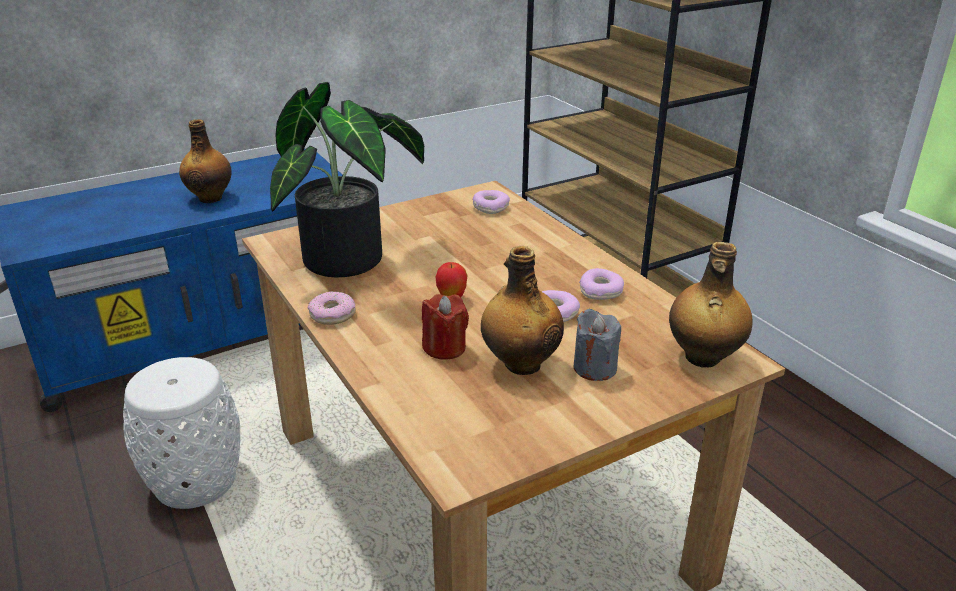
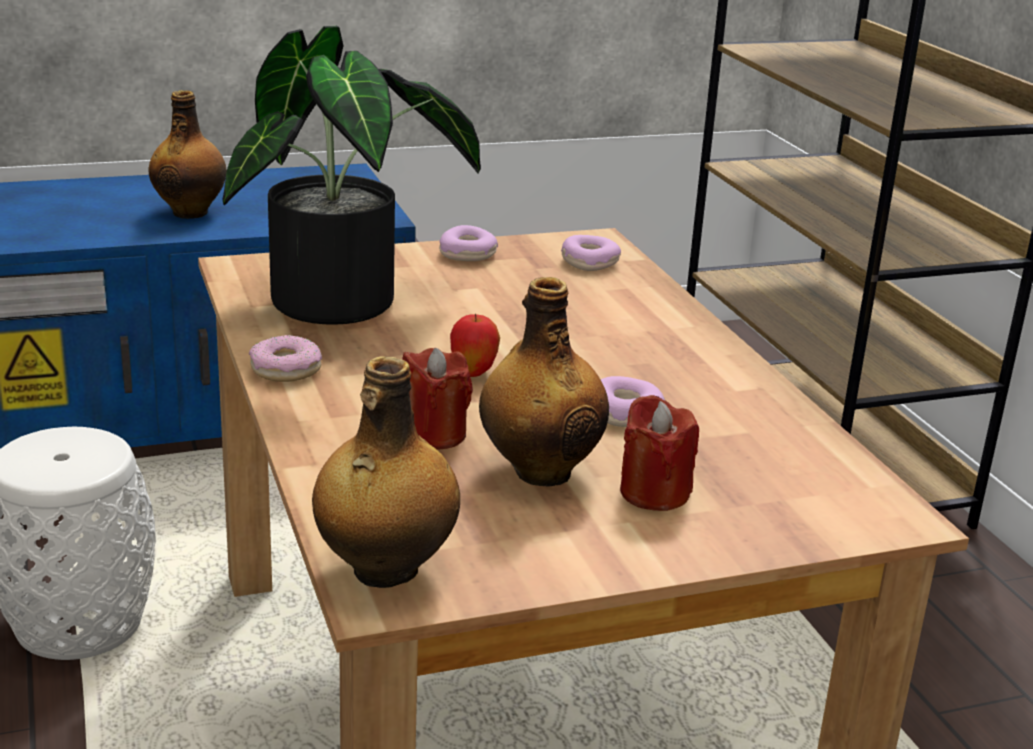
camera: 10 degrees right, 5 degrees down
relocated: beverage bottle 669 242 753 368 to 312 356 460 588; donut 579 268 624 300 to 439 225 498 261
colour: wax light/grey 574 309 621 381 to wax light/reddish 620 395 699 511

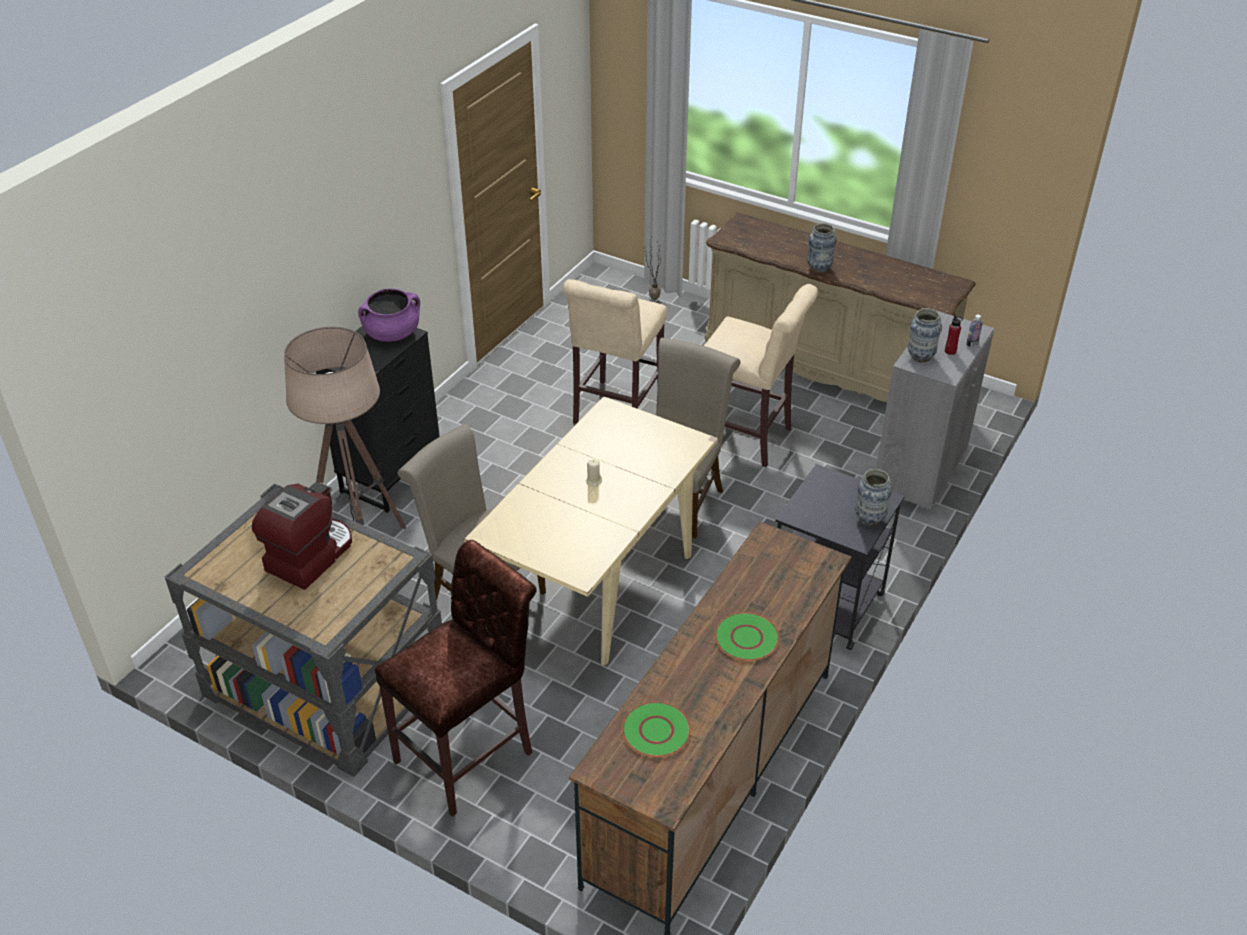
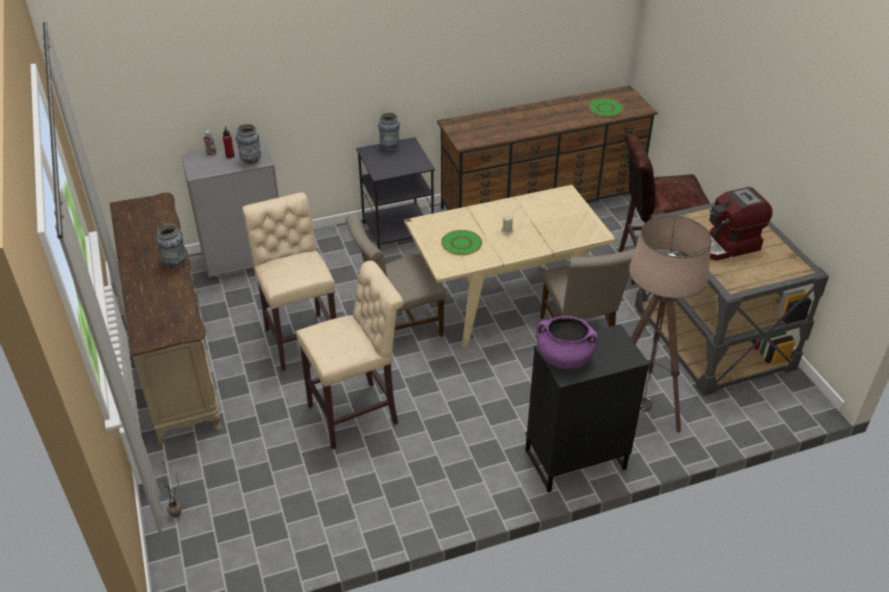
camera: 140 degrees left, 0 degrees up
relocated: plate/green 715 612 779 661 to 441 230 482 255

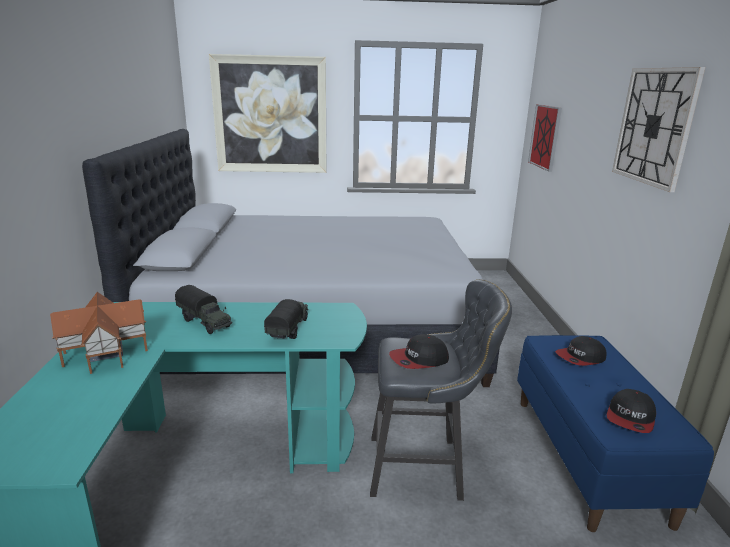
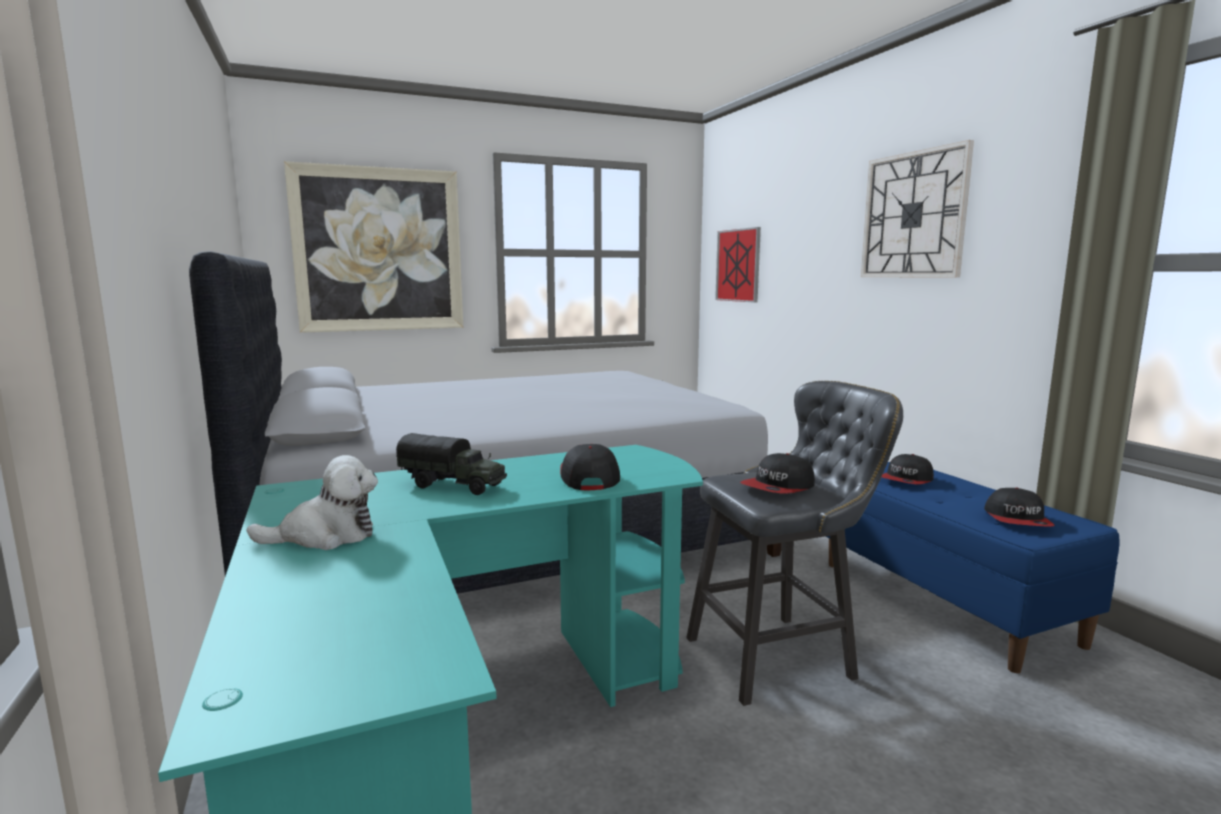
camera: 20 degrees left, 10 degrees down
exchanged: toy house 50 292 148 374 to cuddly toy 247 455 378 550; model truck 264 299 308 339 to peaked cap 560 444 620 491

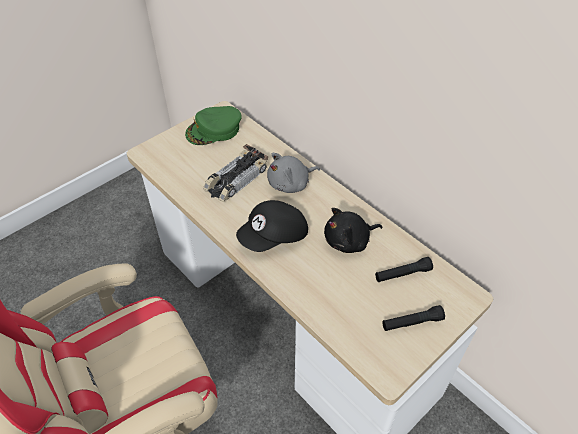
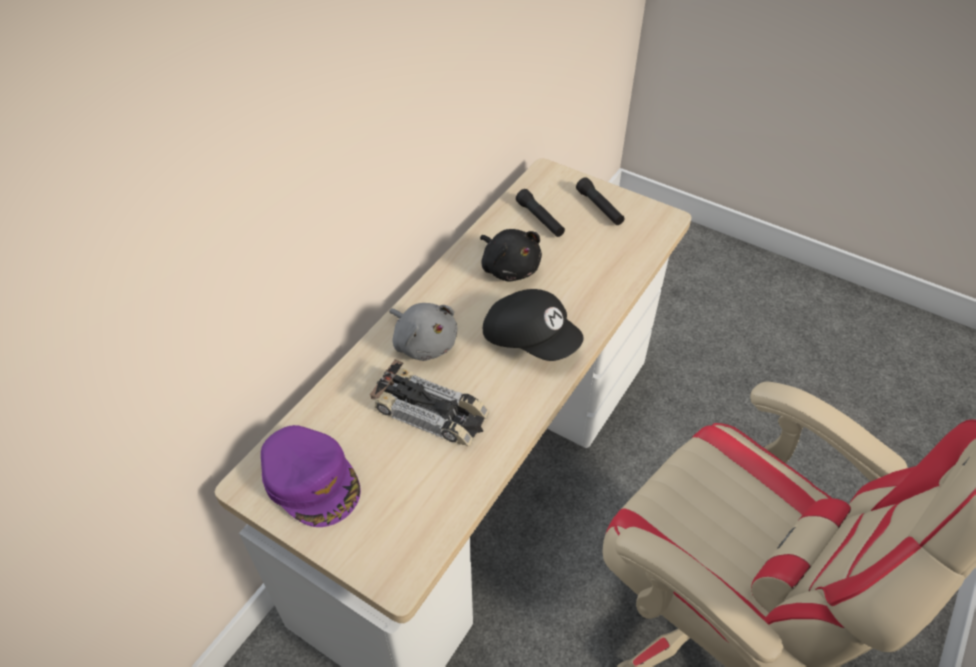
camera: 105 degrees left, 0 degrees up
colour: peaked cap/green 185 106 242 145 to peaked cap/purplish 261 425 361 527

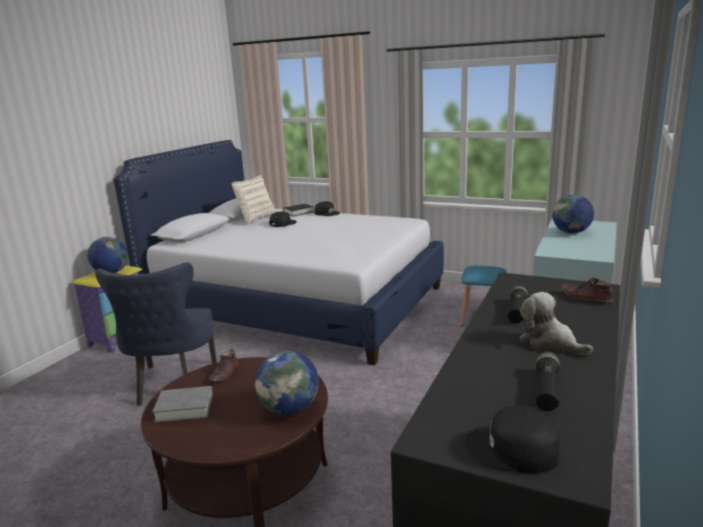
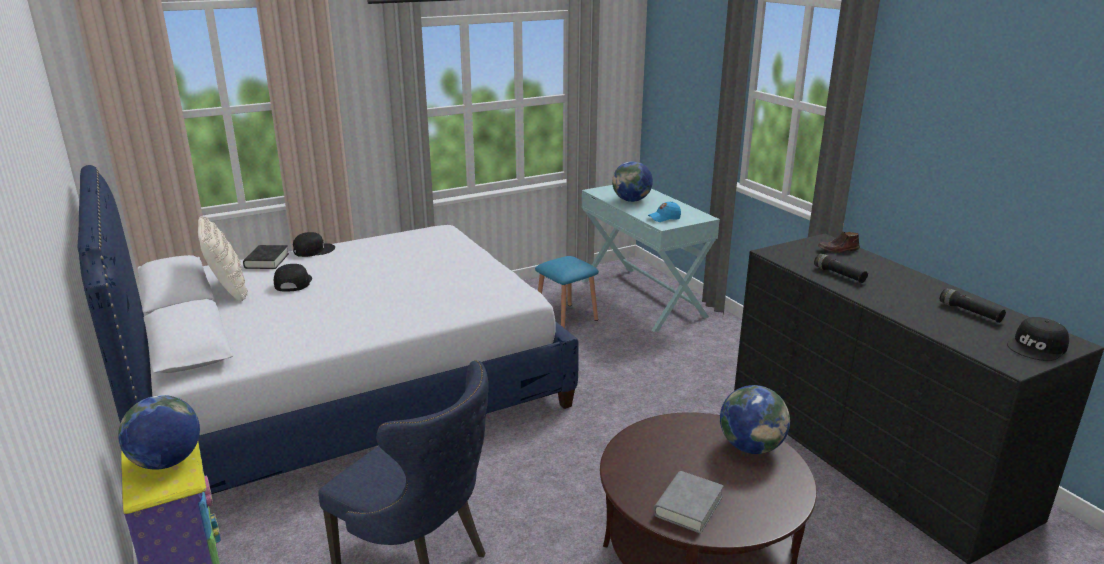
camera: 55 degrees left, 5 degrees up
missing: item of footwear/brown-coloured 208 349 239 381; cuddly toy 519 292 593 355
appeared: peaked cap/blue-coloured 648 202 681 222

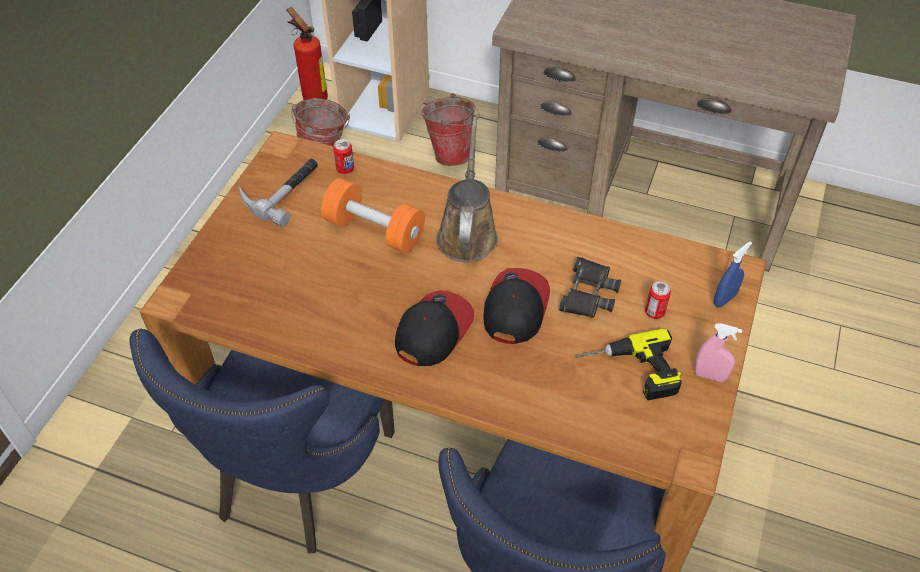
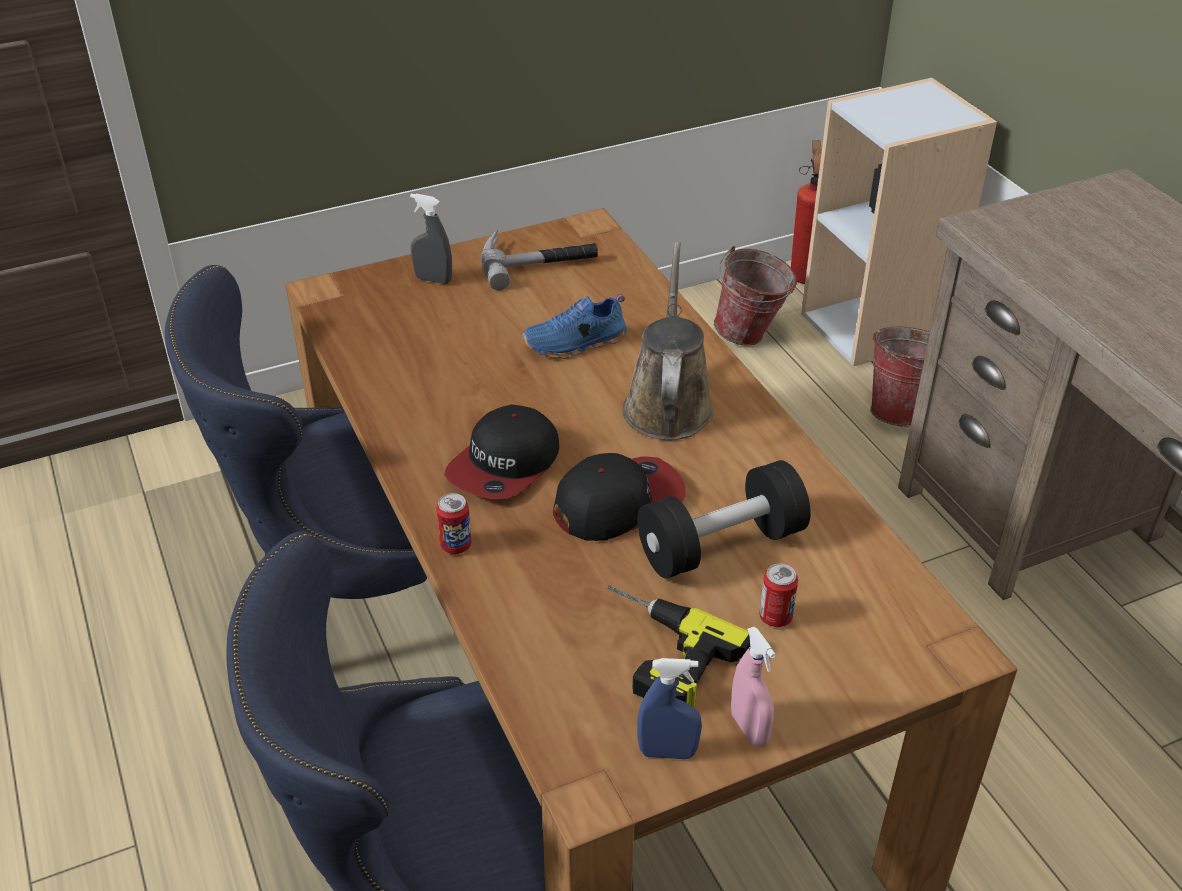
camera: 45 degrees right, 10 degrees down
appeared: sprayer/grey 410 194 452 284
relocated: metal can 333 139 354 174 to 436 493 472 554; sprayer/blue-coloured 714 241 752 307 to 637 658 702 759
exchanged: free weight/orange 321 178 425 253 to item of footwear/blue-coloured 522 294 627 359; pair of binoculars/blackish 559 257 621 318 to free weight/blackish 637 460 811 579
spun: peaked cap 395 290 474 366 = 444 405 559 499 135 degrees clockwise; watering can/brown-coloured 436 120 498 262 = 622 242 714 440 45 degrees counterclockwise

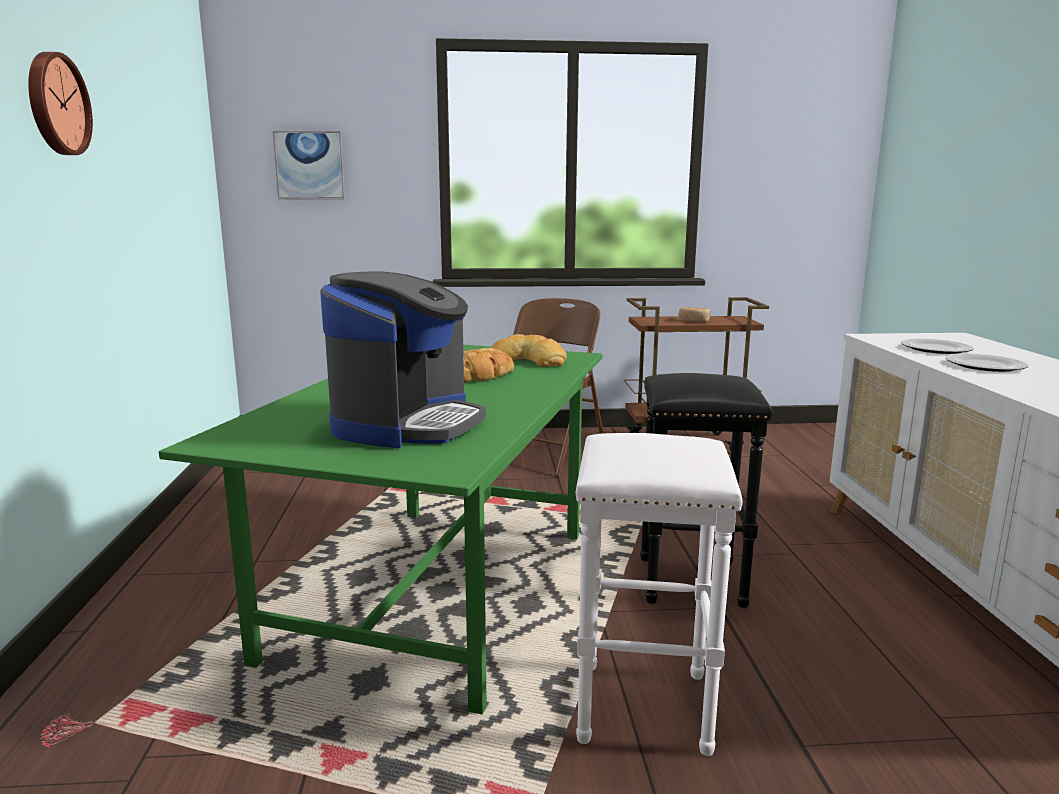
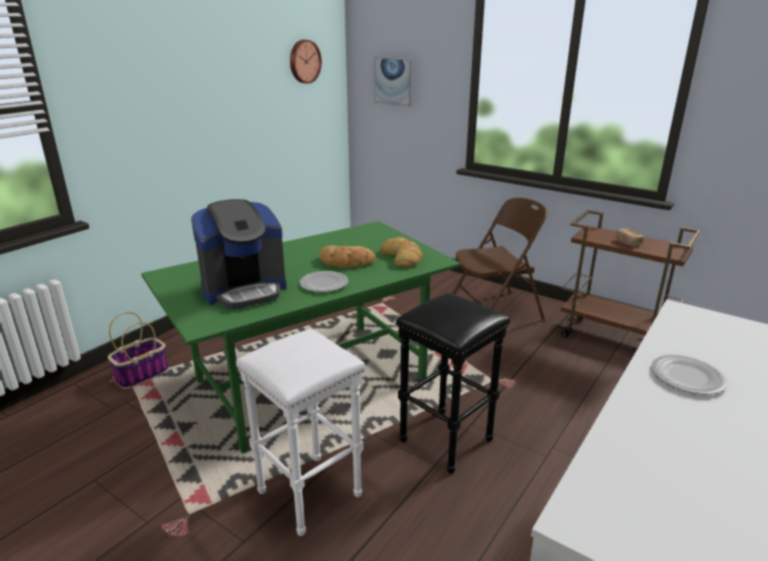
camera: 40 degrees right, 10 degrees up
appeared: household basket 108 312 169 389
relocated: wall clock 28 52 93 155 to 290 40 322 84; plate 901 338 974 354 to 299 271 348 292

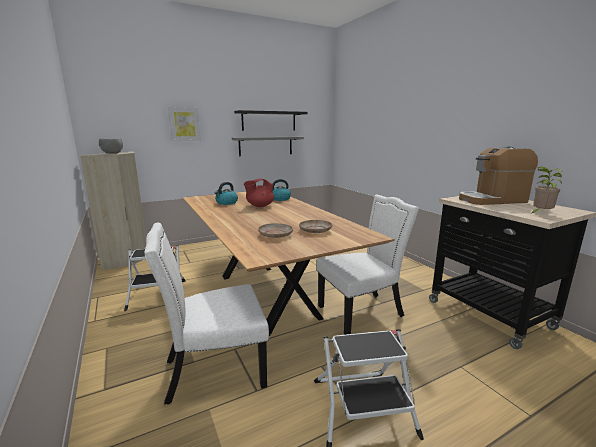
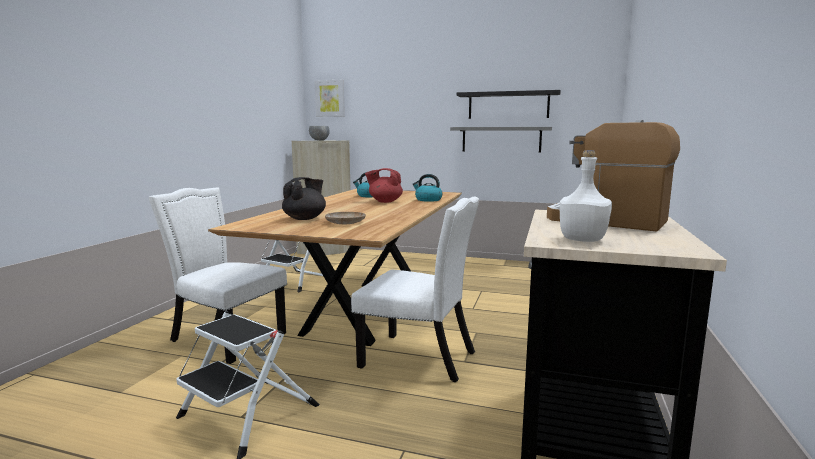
camera: 45 degrees right, 5 degrees down
relocated: picture 168 107 201 141 to 315 80 345 117
exchanged: plate/beige-coloured 258 223 293 238 to pot for tea/blackish 282 177 326 220; plant in a pot 532 167 563 213 to beverage bottle/white 559 150 612 242

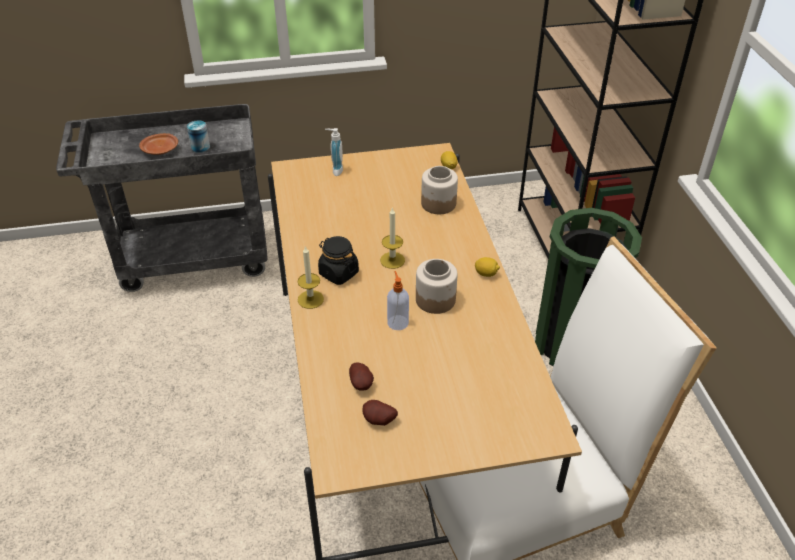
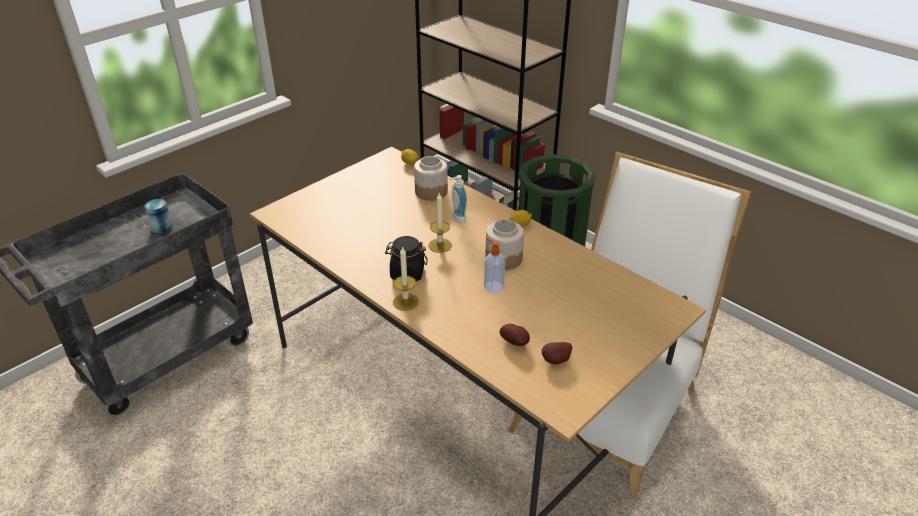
camera: 35 degrees left, 5 degrees down
missing: plate/brown-coloured 139 133 178 155
relocated: soap bottle 325 128 343 176 to 450 175 467 224

